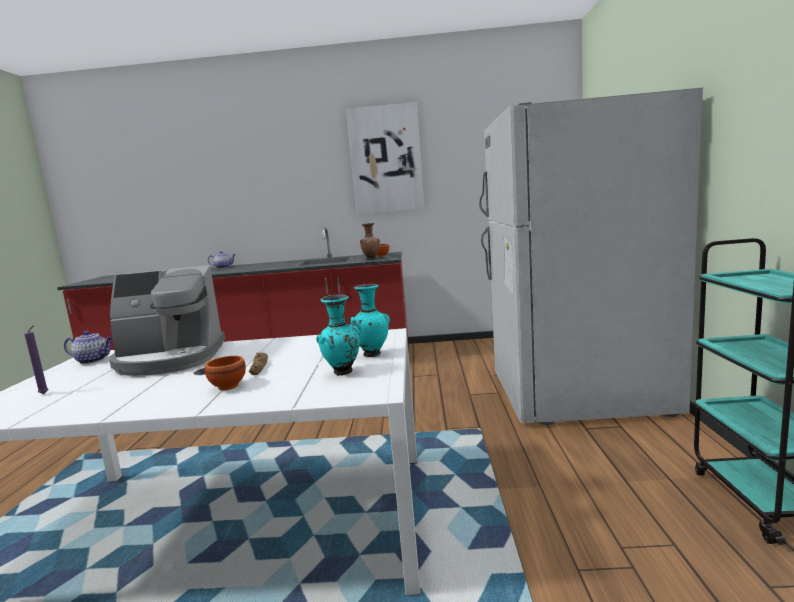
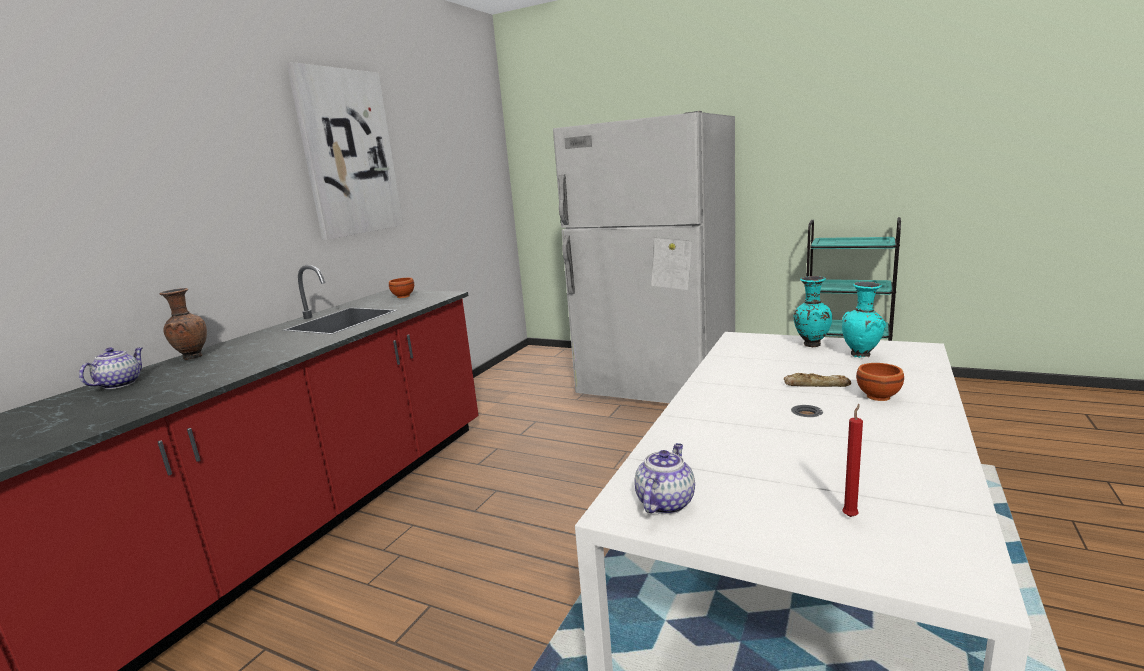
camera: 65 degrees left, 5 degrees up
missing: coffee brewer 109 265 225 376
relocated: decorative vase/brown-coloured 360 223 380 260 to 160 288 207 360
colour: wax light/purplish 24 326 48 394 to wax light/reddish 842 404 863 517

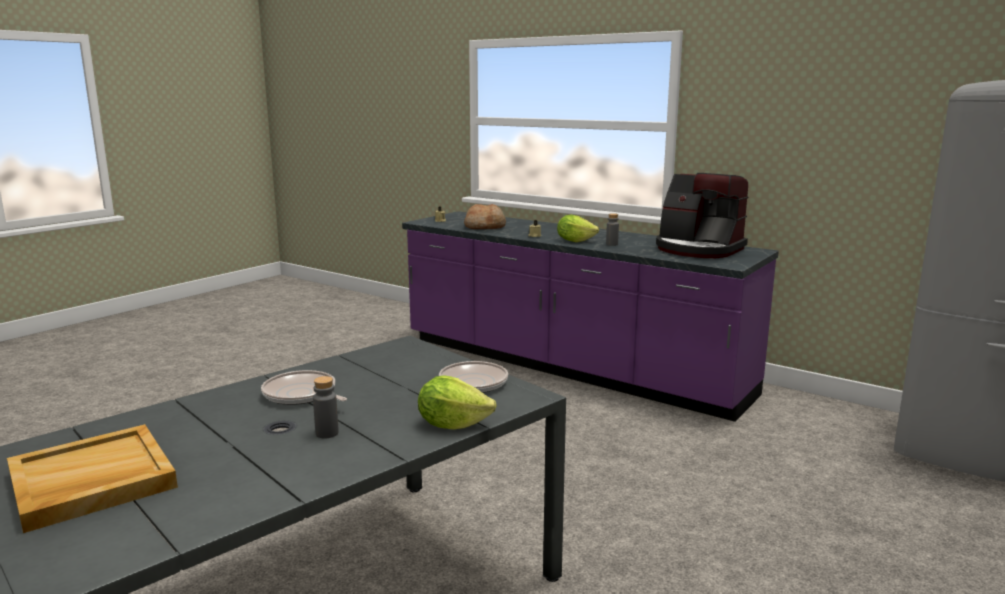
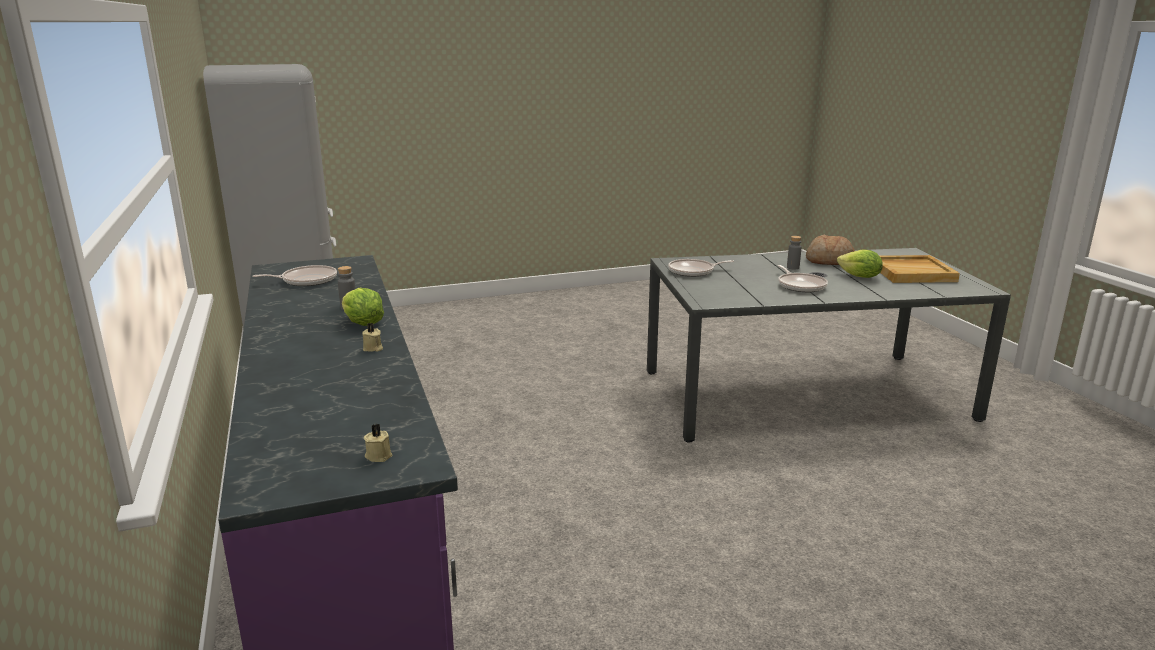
camera: 145 degrees left, 5 degrees up
relocated: baked bread 464 204 506 229 to 806 235 855 265; head of lettuce 418 375 497 430 to 837 249 883 278
exchanged: coffee brewer 656 173 749 258 to skillet 252 265 337 286

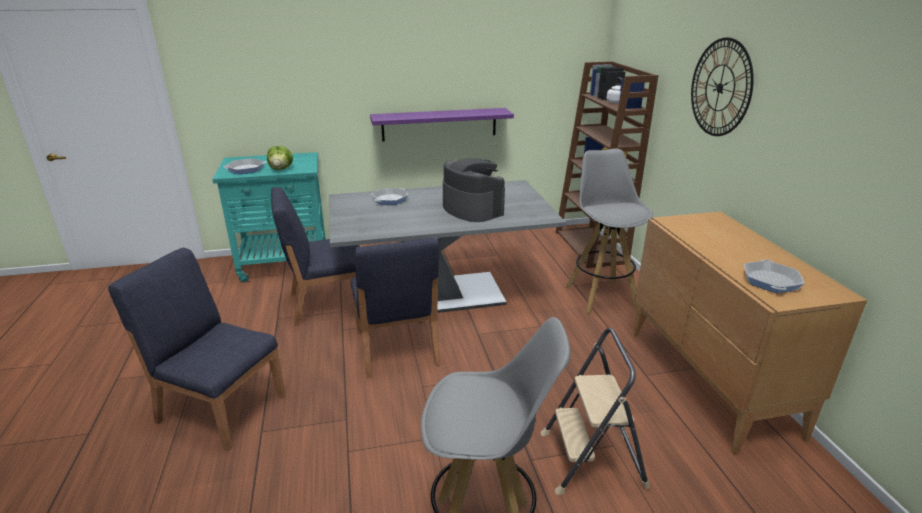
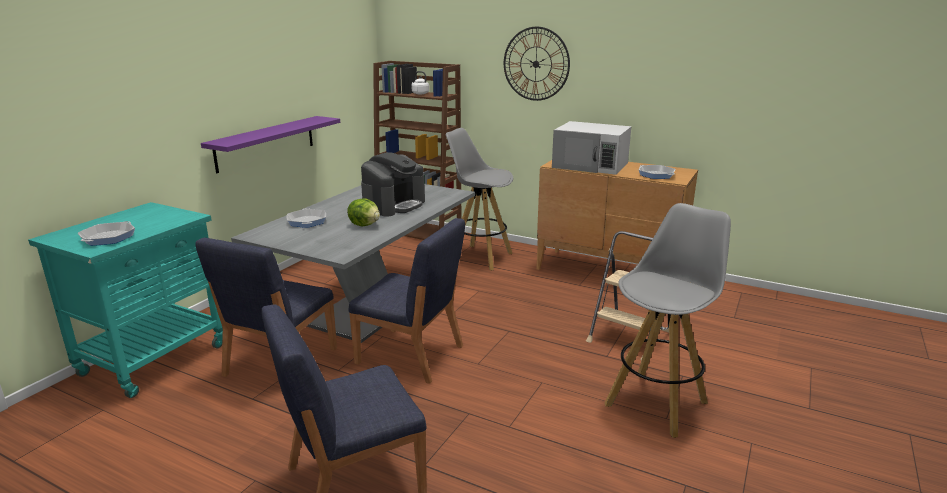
camera: 50 degrees left, 5 degrees down
appeared: kitchen microwave/white 552 121 632 175
relocated: head of lettuce 267 146 293 170 to 347 198 380 226
spun: coffee brewer 443 158 505 222 = 361 152 425 217 120 degrees clockwise

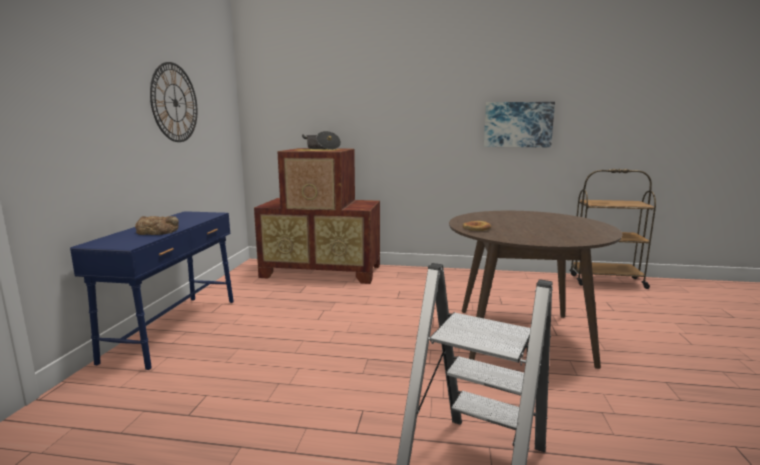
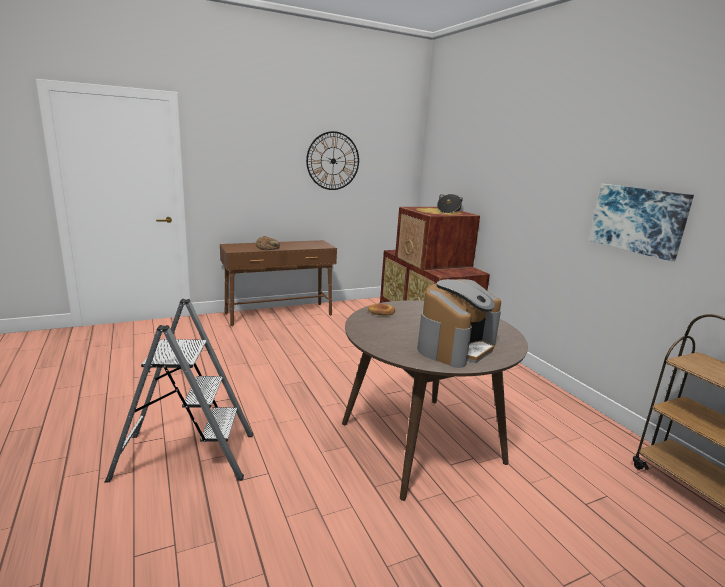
camera: 55 degrees right, 5 degrees up
appeared: coffee brewer 417 279 501 368
colour: hall table/blue-coloured 70 211 234 370 to hall table/brown-coloured 220 240 337 326

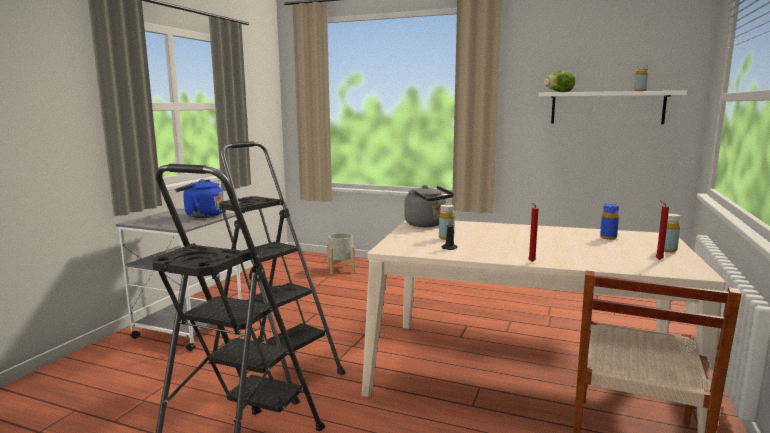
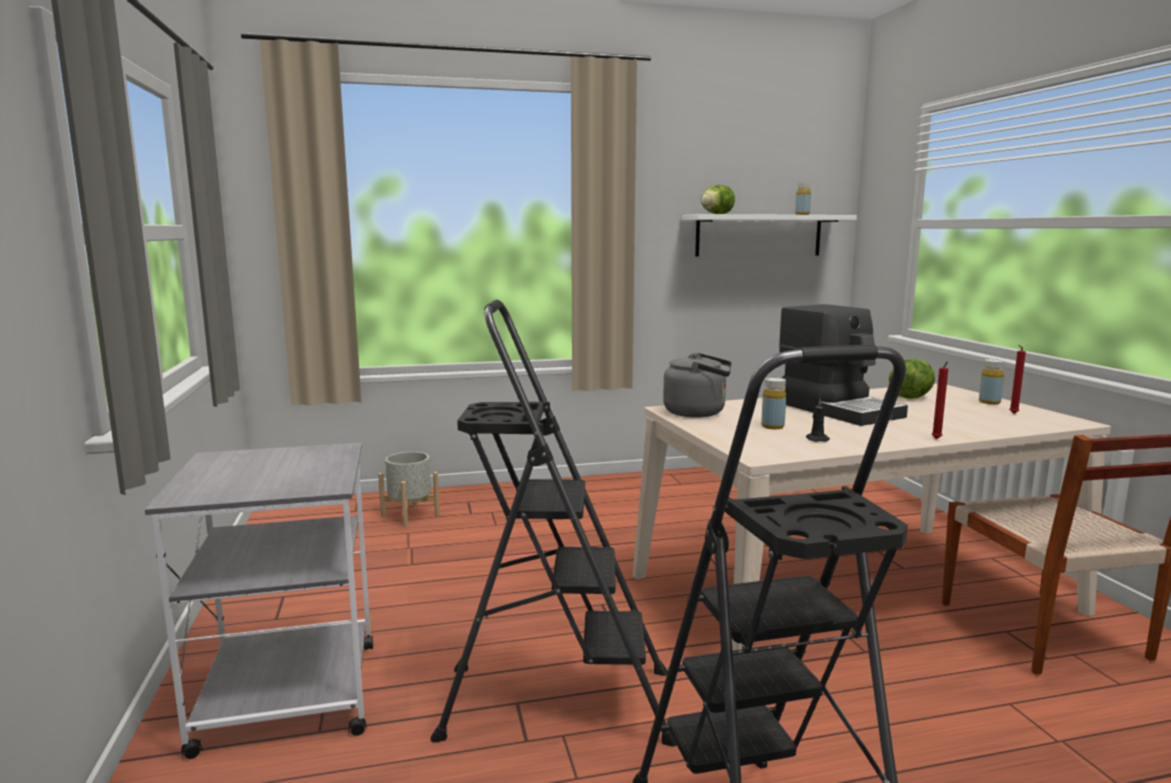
camera: 35 degrees left, 0 degrees up
missing: tea kettle/blue-coloured 175 179 224 218
appeared: coffee brewer 779 304 908 426
exchanged: beverage bottle/blue-coloured 600 204 619 240 to head of lettuce 889 359 935 399

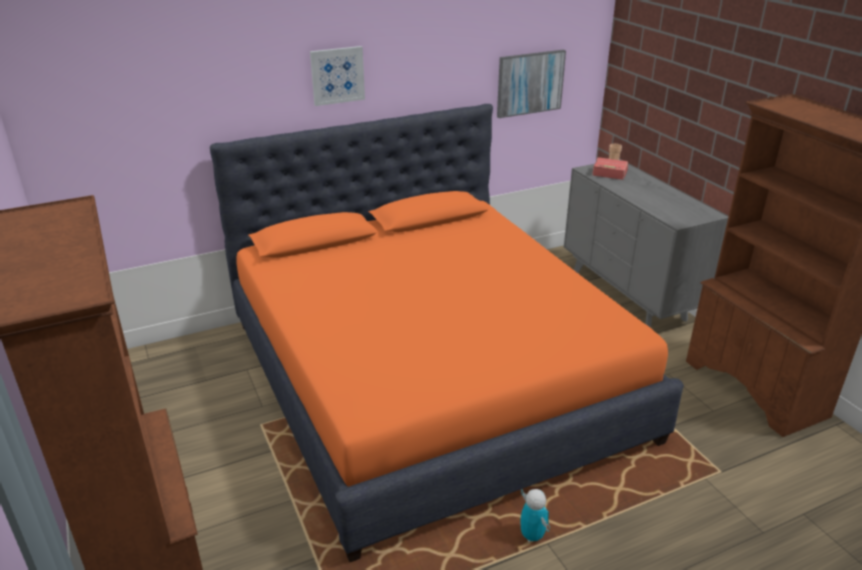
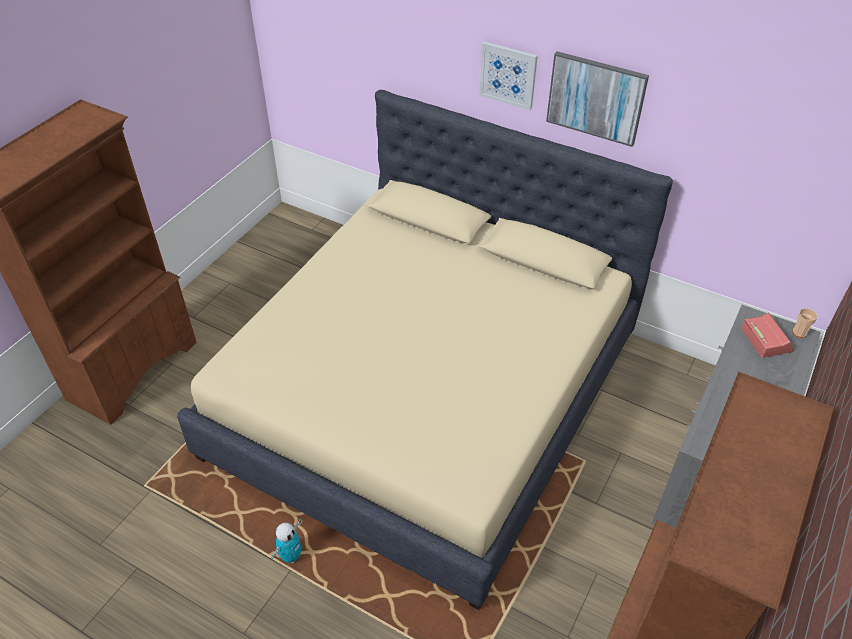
camera: 55 degrees right, 15 degrees up
relocated: picture 497 50 566 118 to 546 51 649 147
colour: sleeping bed/orange 210 104 684 562 to sleeping bed/beige-coloured 177 90 673 610

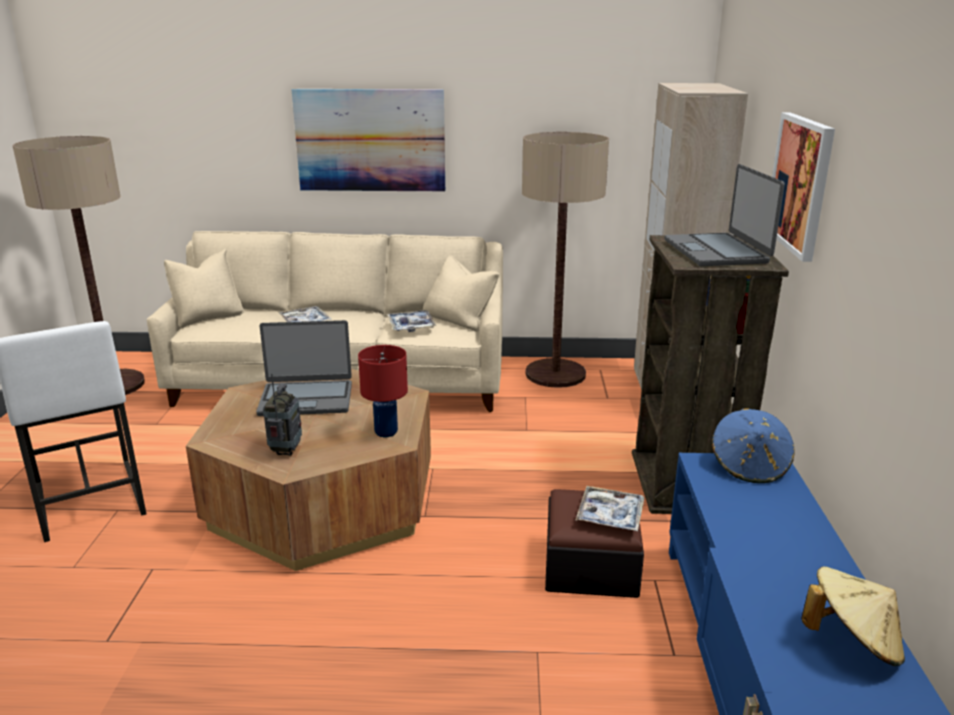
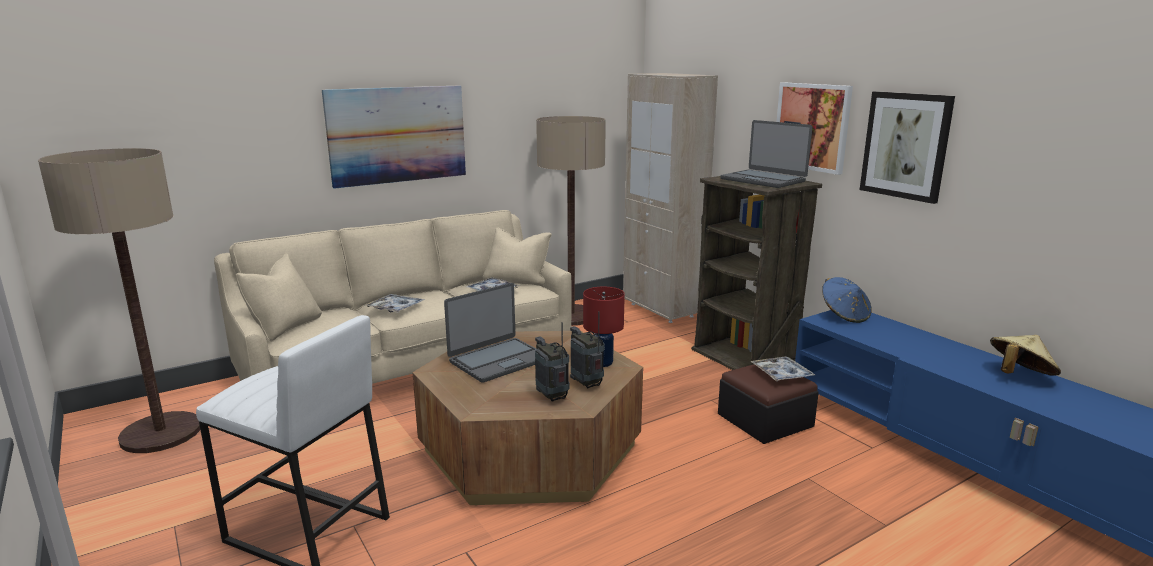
camera: 35 degrees left, 5 degrees down
appeared: radio receiver 570 311 604 388; picture 860 91 955 204

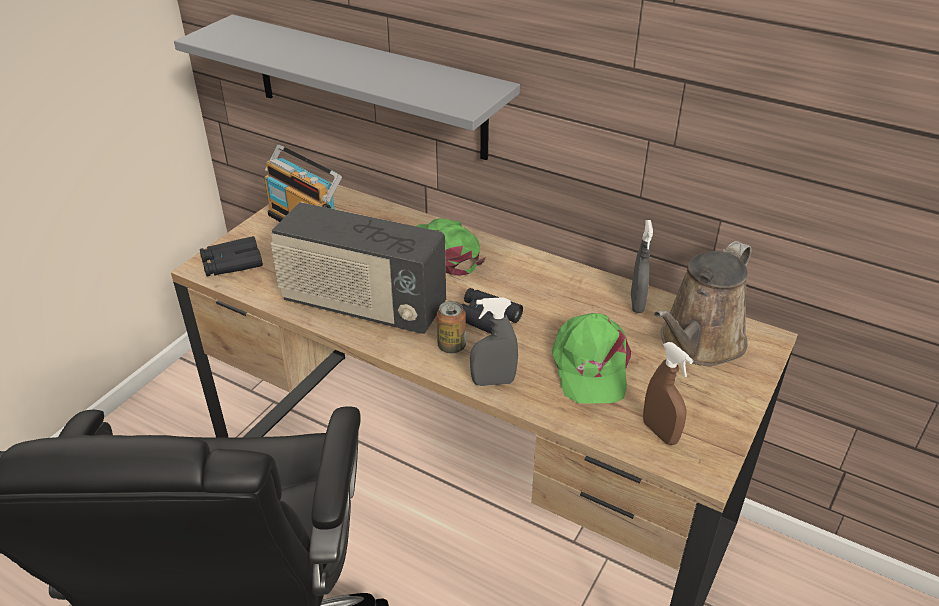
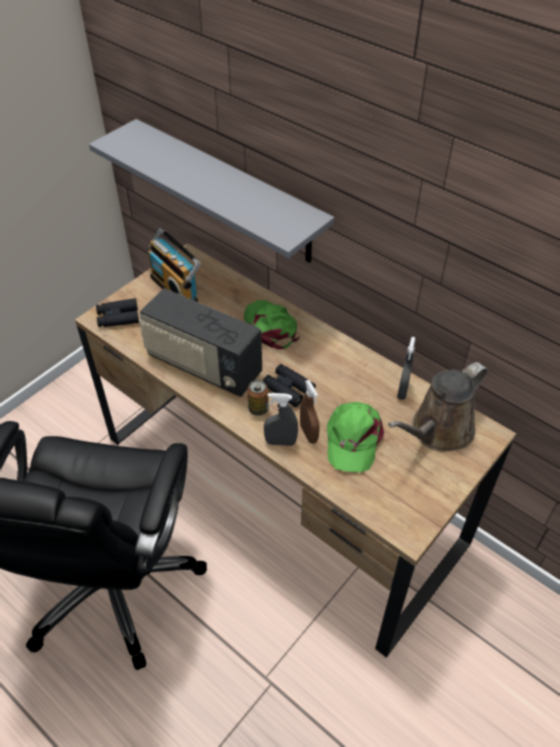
camera: 10 degrees right, 10 degrees up
relocated: sprayer/brown-coloured 643 342 693 445 to 300 380 320 444

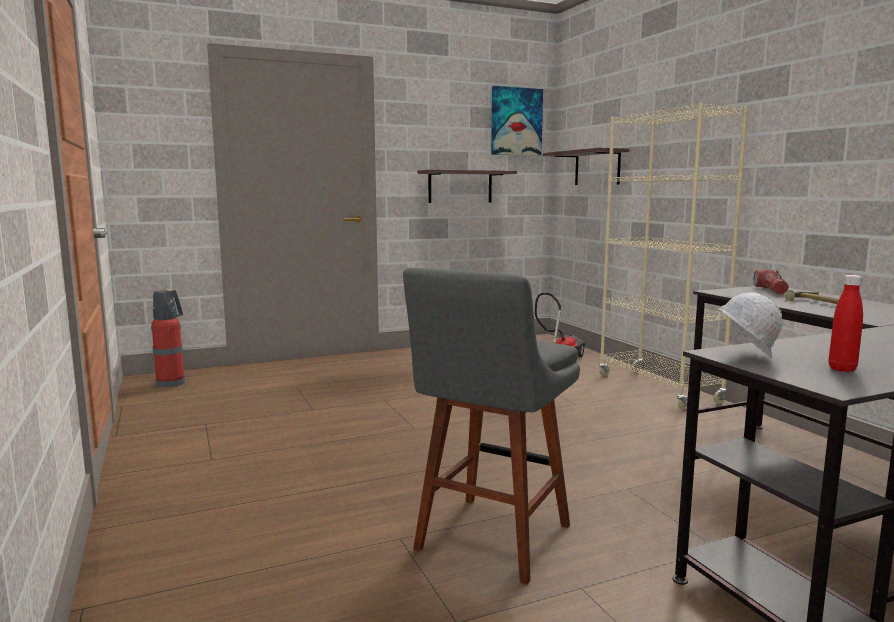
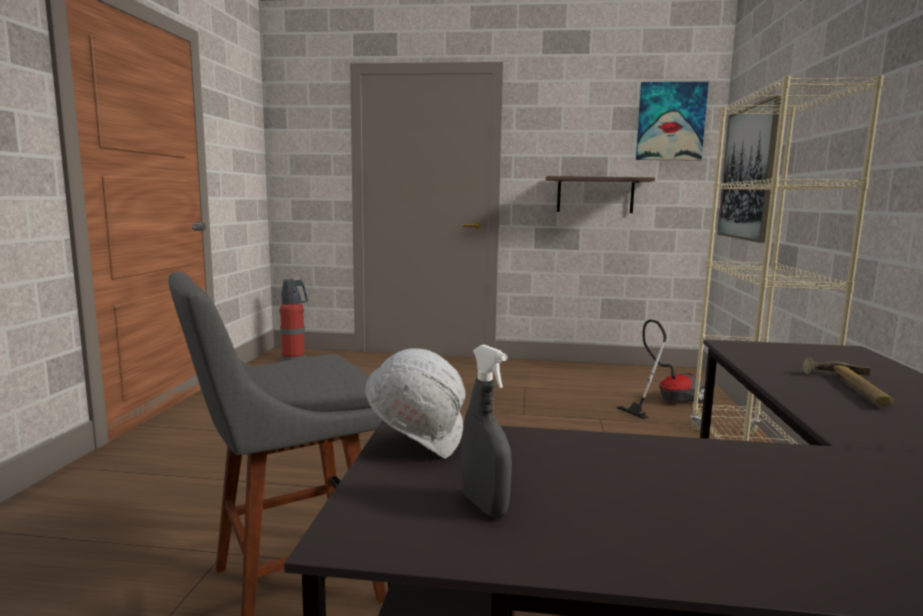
camera: 30 degrees right, 0 degrees up
missing: torch 754 269 789 294
exchanged: beverage bottle/reddish 828 275 863 372 to sprayer/grey 462 345 512 517; bracket shelf 543 147 629 185 to picture 717 95 781 243

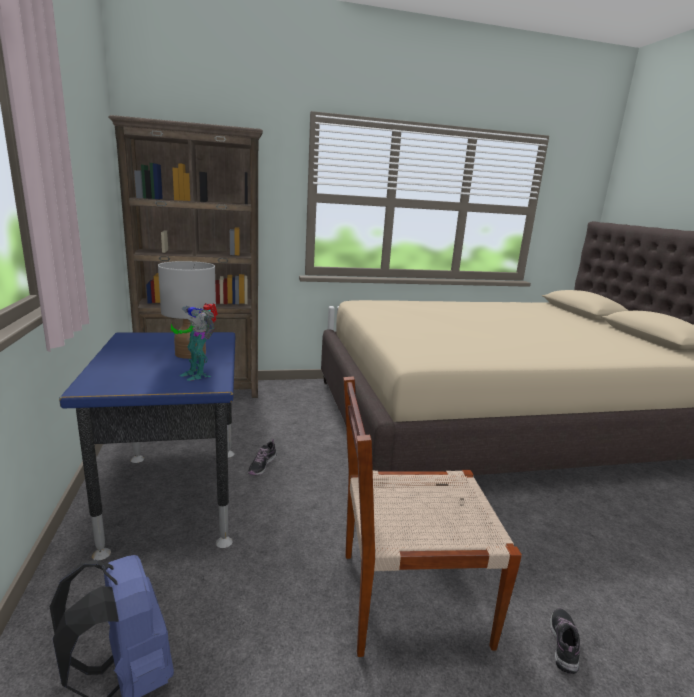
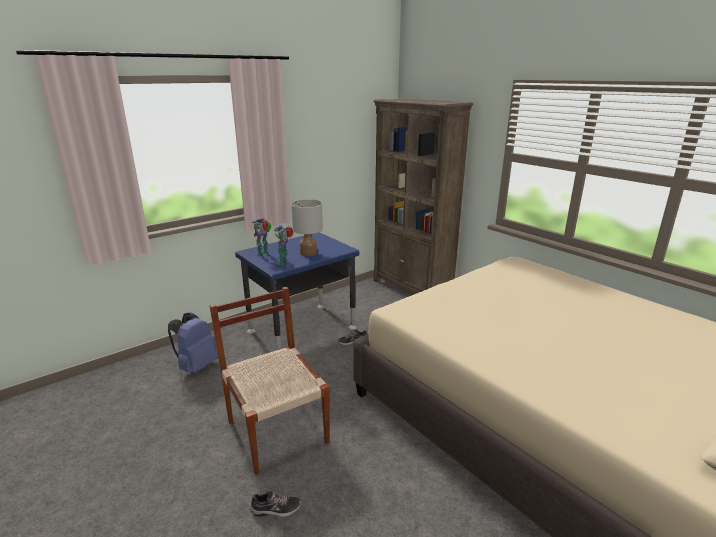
camera: 65 degrees right, 5 degrees up
appeared: robot figure 251 218 271 257

